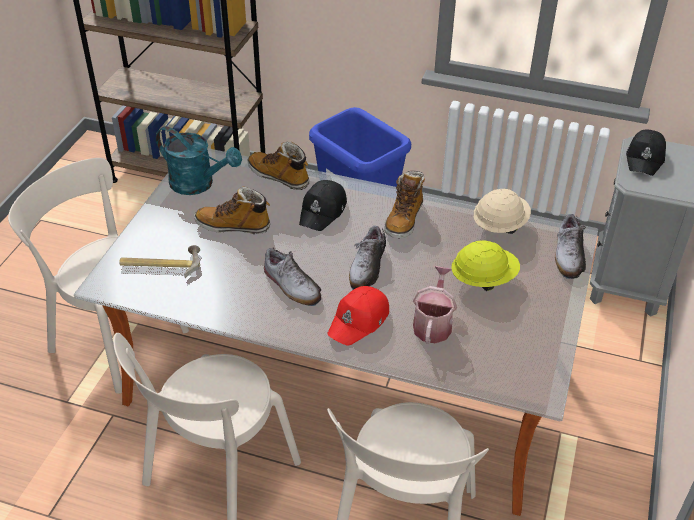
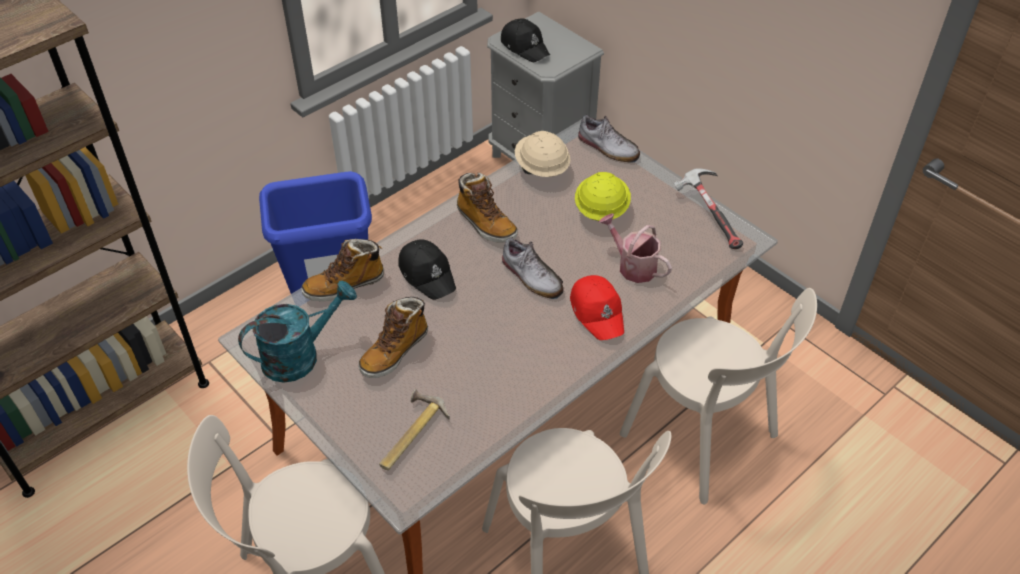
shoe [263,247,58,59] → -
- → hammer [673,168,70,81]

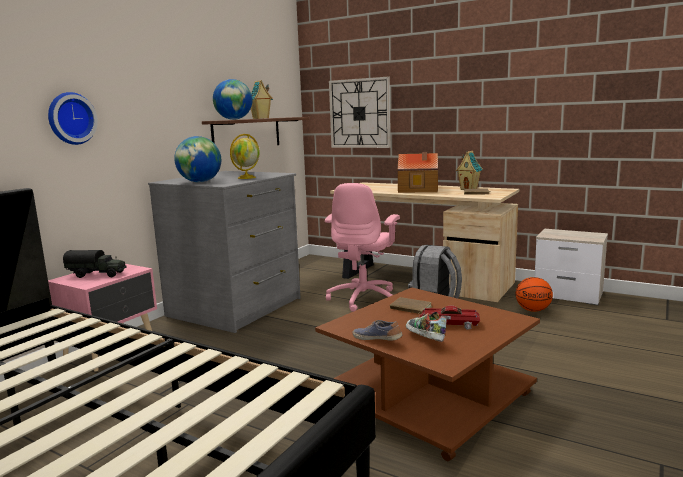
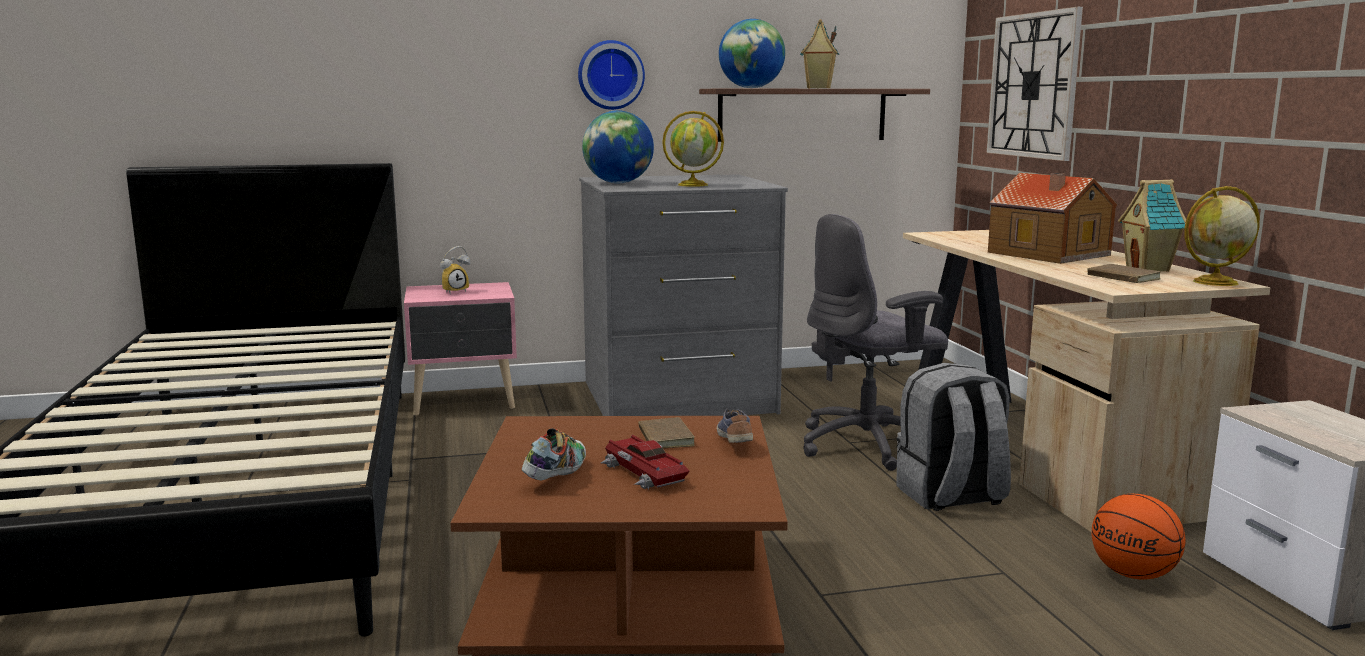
- → world globe [1184,186,76,100]
hanging clock [48,92,50,53] → hanging clock [578,40,67,70], relocated
shoe [353,320,49,21] → shoe [717,409,36,34], relocated
model truck [63,250,64,28] → alarm clock [440,246,30,48]
pink-coloured computer chair [325,183,75,129] → grey computer chair [803,214,145,257]

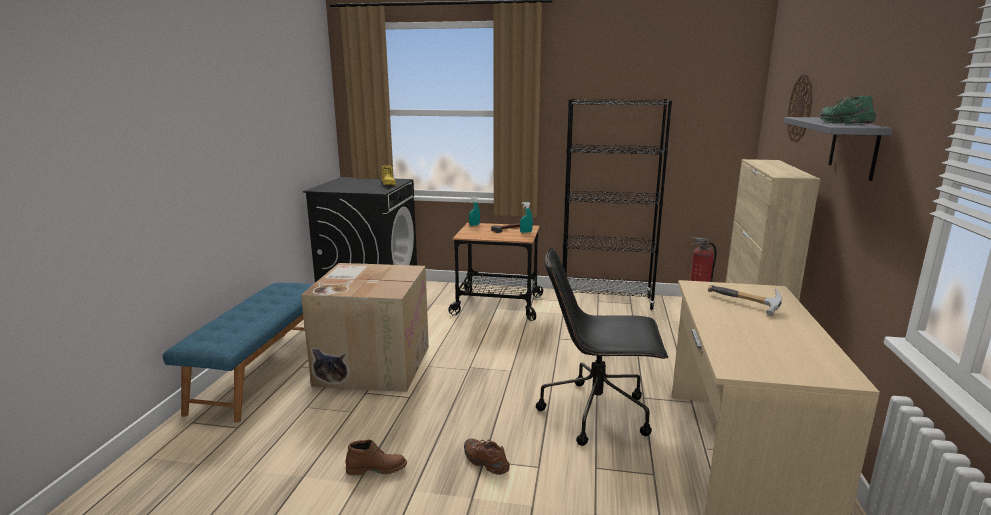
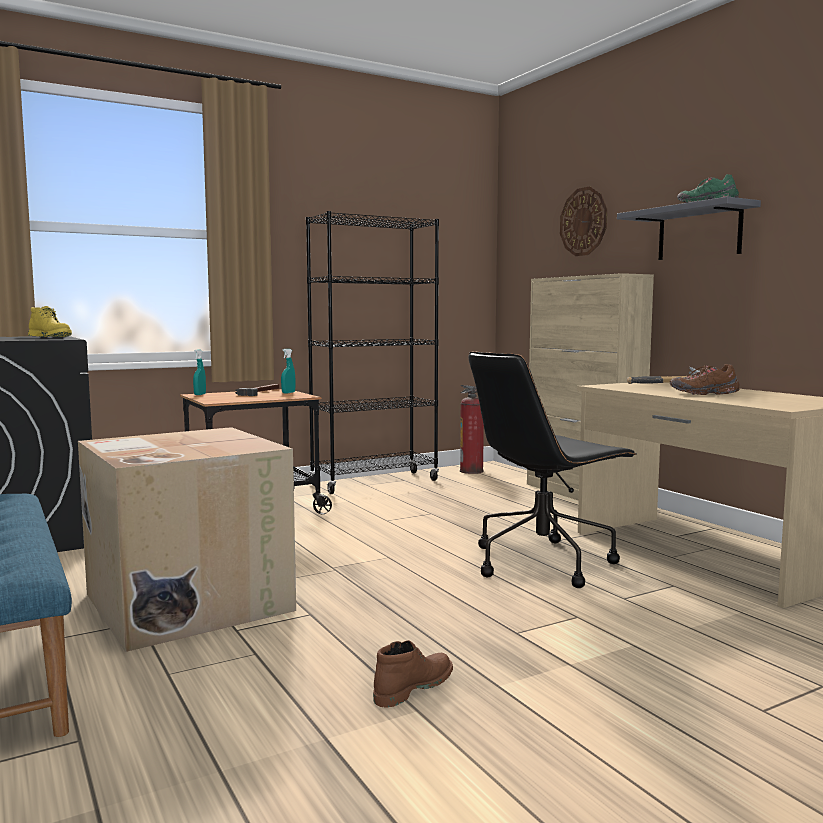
brown-coloured shoe [464,438,46,37] → brown-coloured shoe [670,364,70,31], relocated

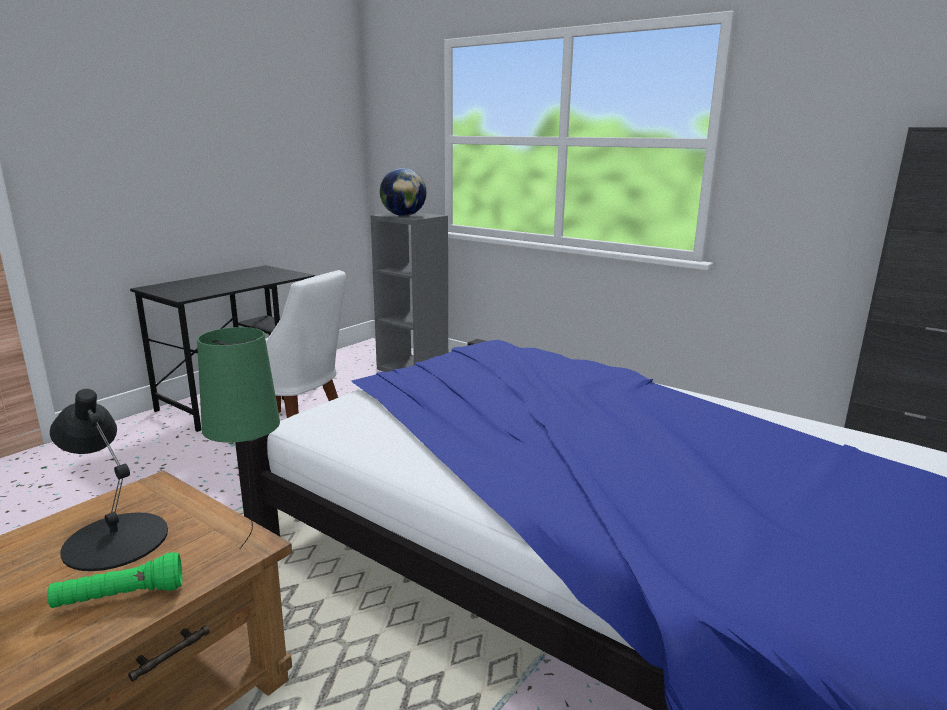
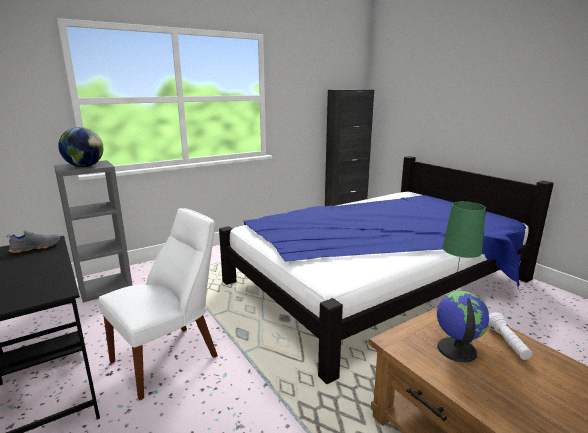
- → grey shoe [7,231,53,22]
blackish lamp for a table [50,389,118,182] → world globe [436,291,53,71]
greenish flashlight [47,552,135,56] → white flashlight [488,312,44,48]

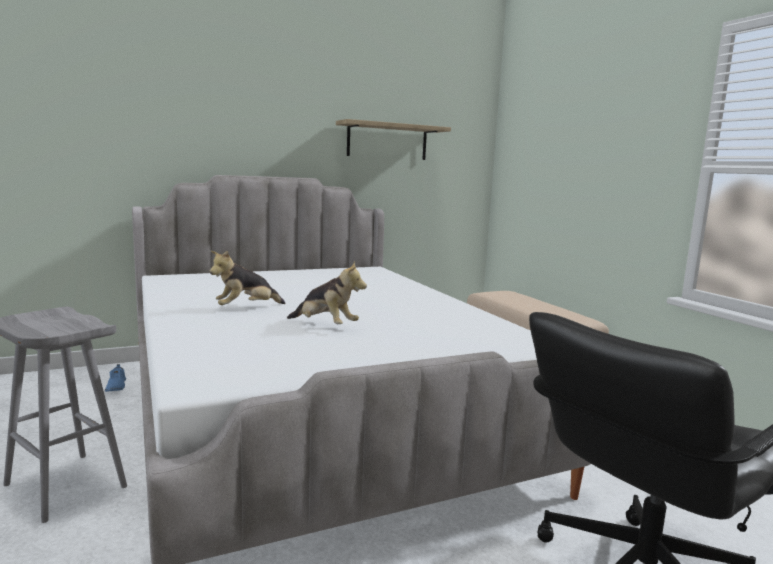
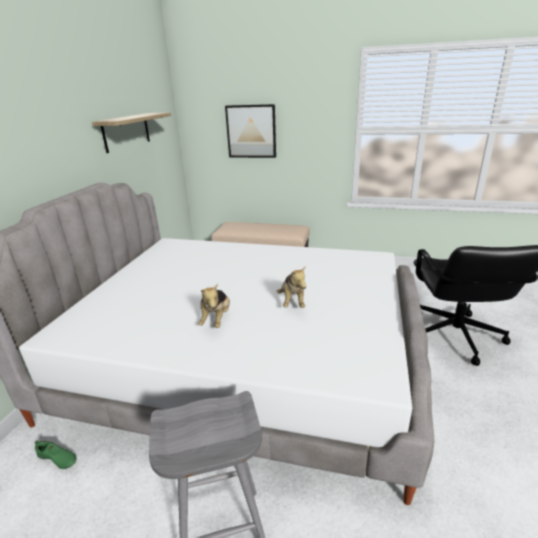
- → wall picture [225,104,51,54]
bluish shoe [105,364,21,28] → greenish shoe [34,440,43,29]
soft toy [287,261,80,63] → soft toy [276,266,30,42], 105 degrees clockwise

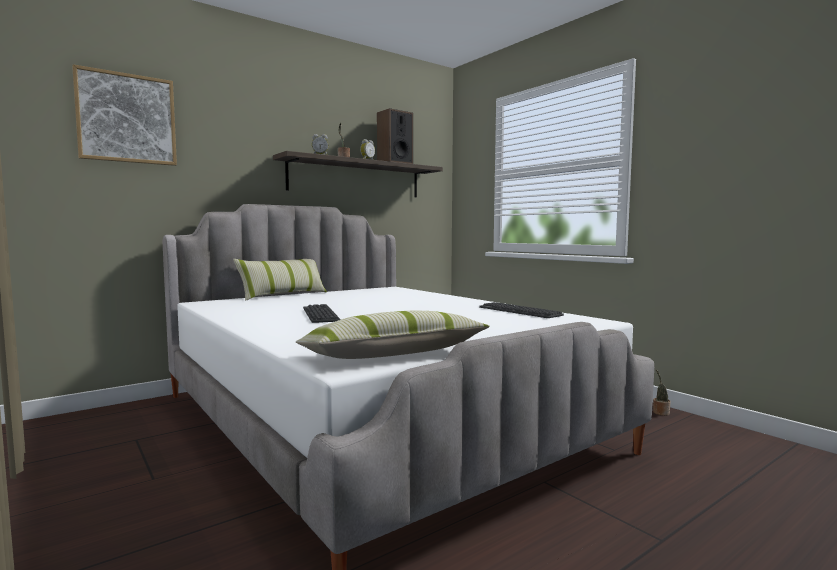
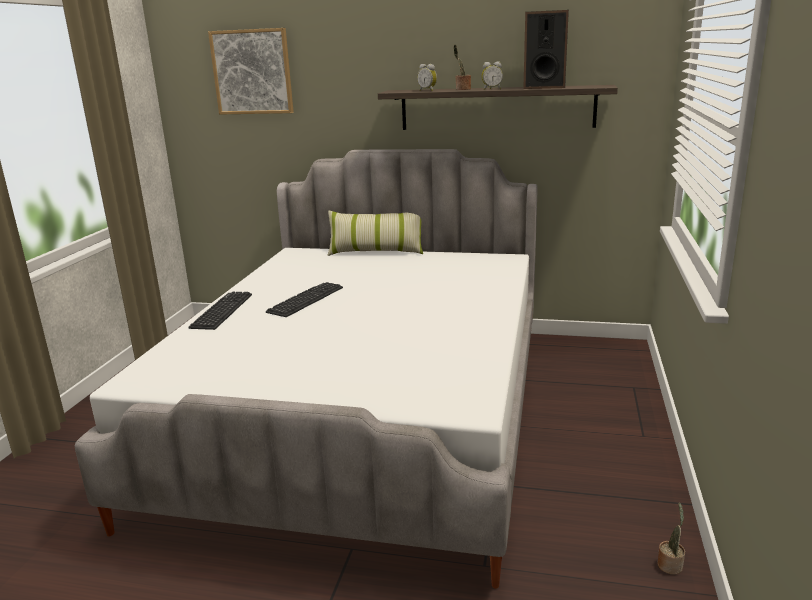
pillow [296,311,194,48] → -
computer keyboard [479,302,85,16] → computer keyboard [189,292,63,38], relocated

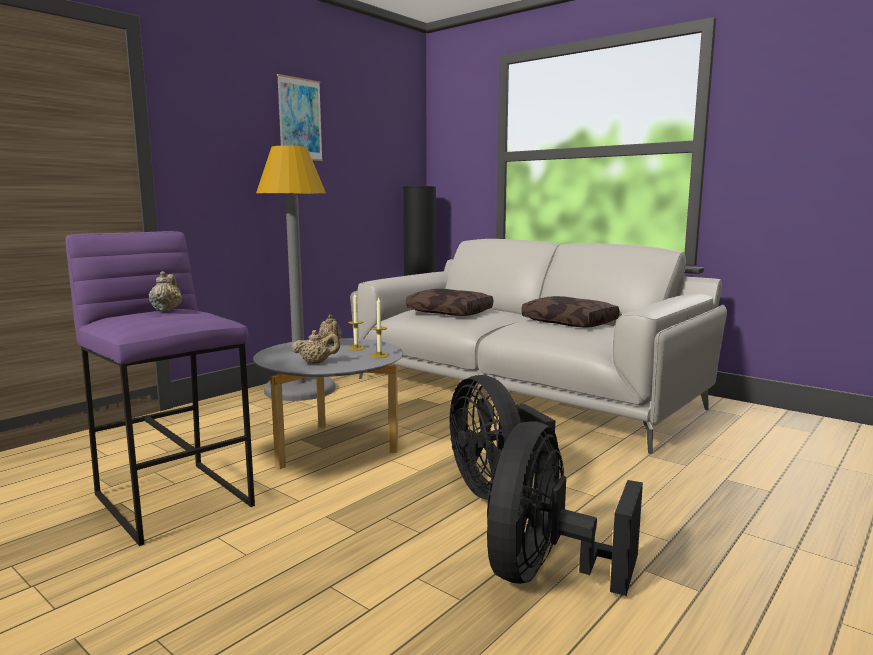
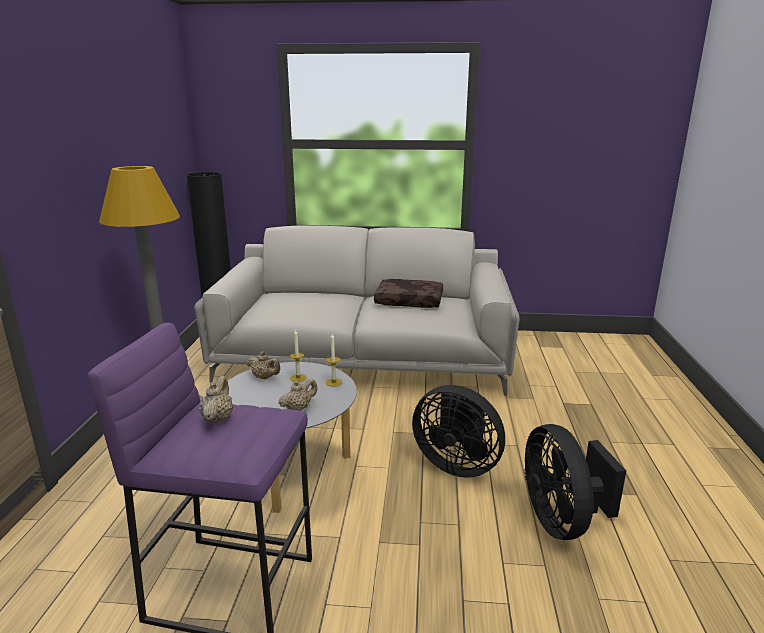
wall picture [277,74,46,87] → -
brown-coloured pillow [406,289,87,27] → -
beige tea pot [149,271,33,41] → beige tea pot [199,376,34,49], 45 degrees clockwise

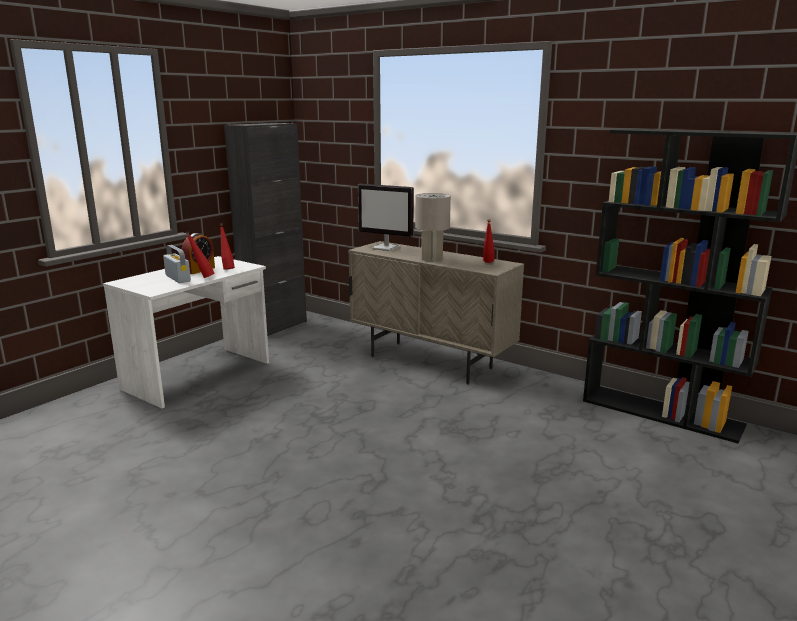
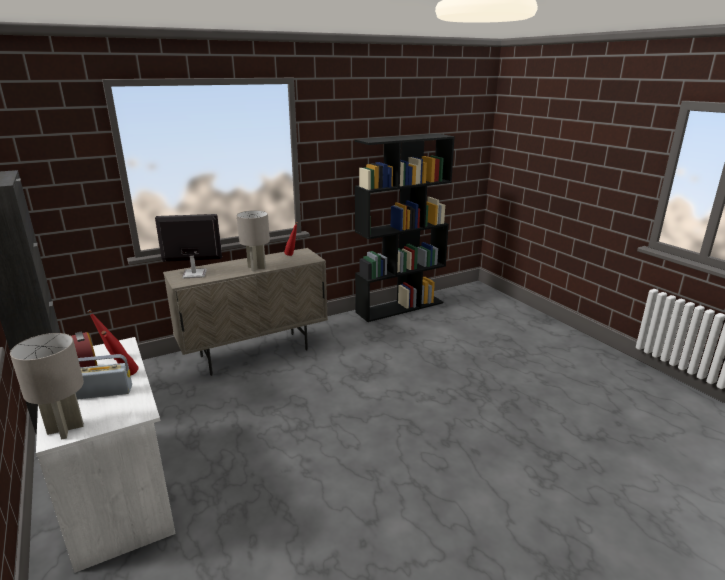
- → grey lamp for a table [10,333,74,107]
computer screen [358,184,56,67] → computer screen [155,214,67,64], 150 degrees counterclockwise

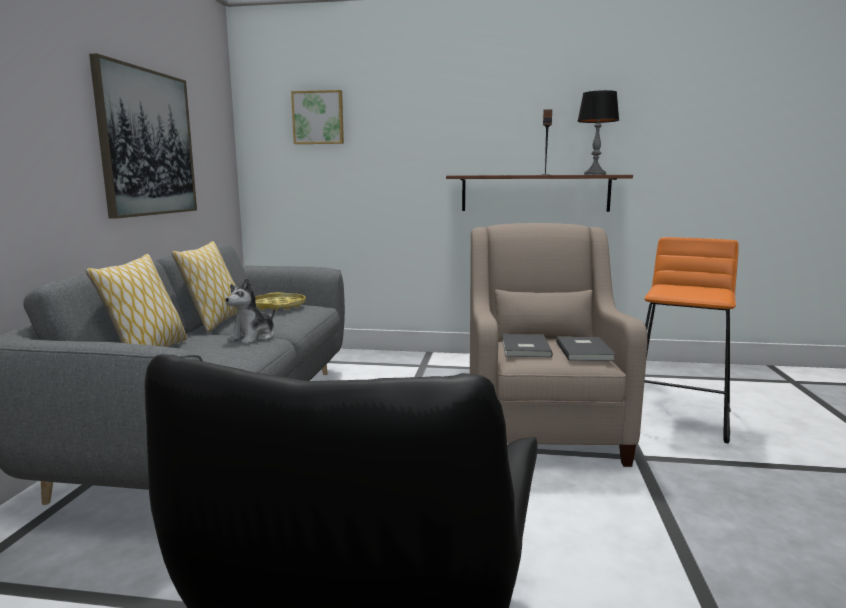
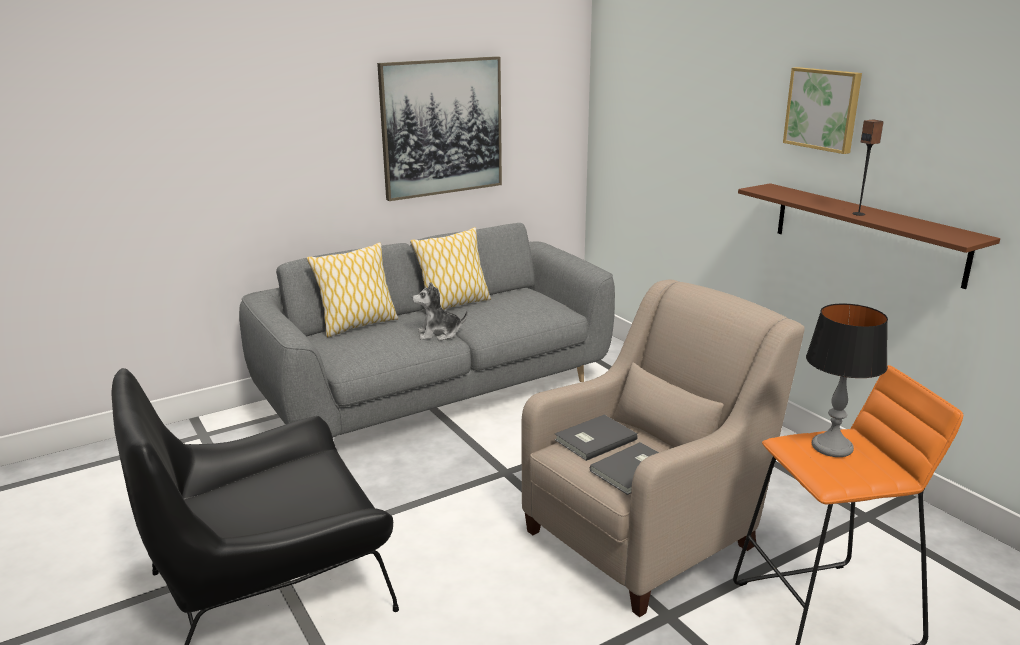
yellow carrying tray [255,292,51,19] → -
wall picture [291,90,53,54] → wall picture [783,67,79,87], relocated
lamp for a table [577,90,42,85] → lamp for a table [806,304,82,153], relocated

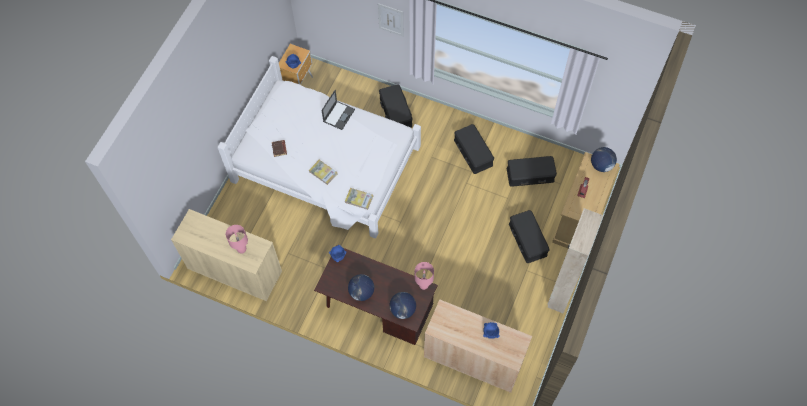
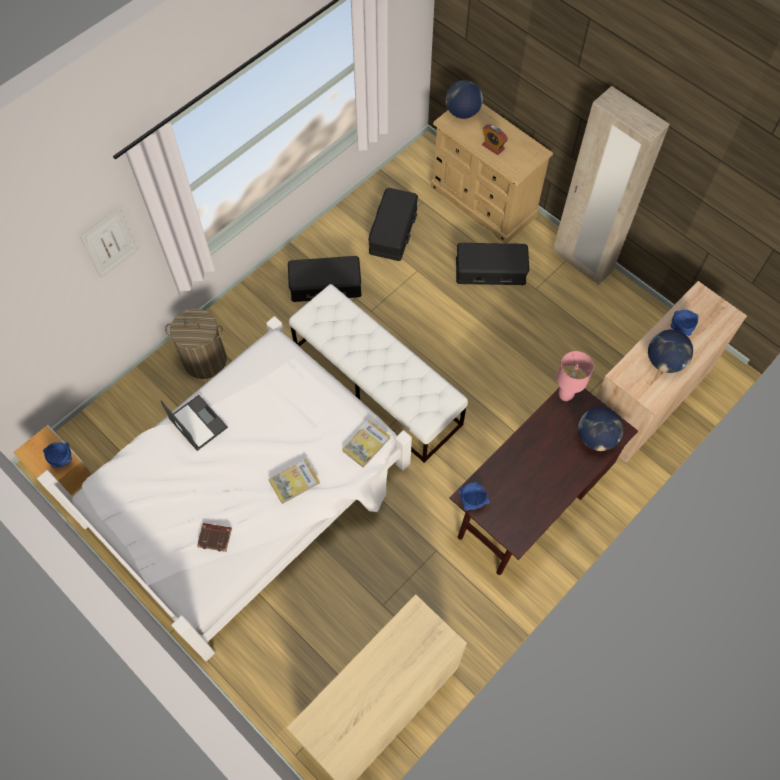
pink-coloured lamp for a table [226,225,22,29] → -
- → white bench [289,284,179,179]
world globe [348,274,26,27] → world globe [648,330,45,43], relocated
blackish storage container [379,84,34,43] → hamper [165,308,62,71]

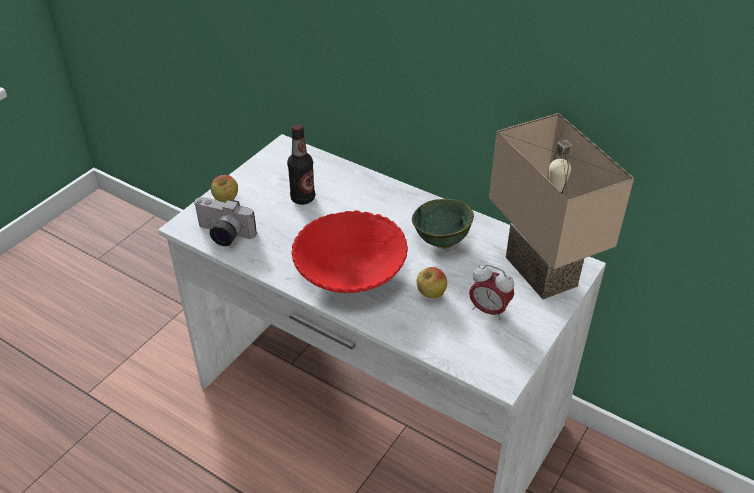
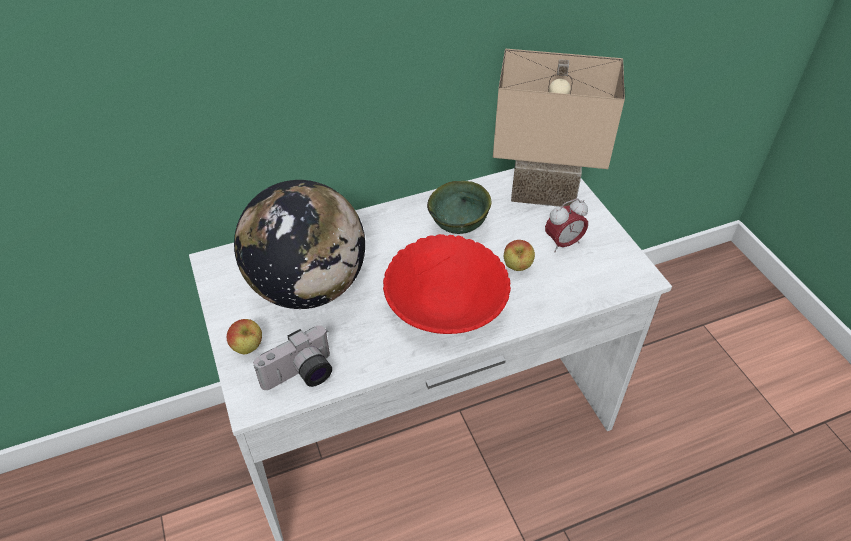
drink bottle [287,124,28,81] → world globe [234,180,131,129]

